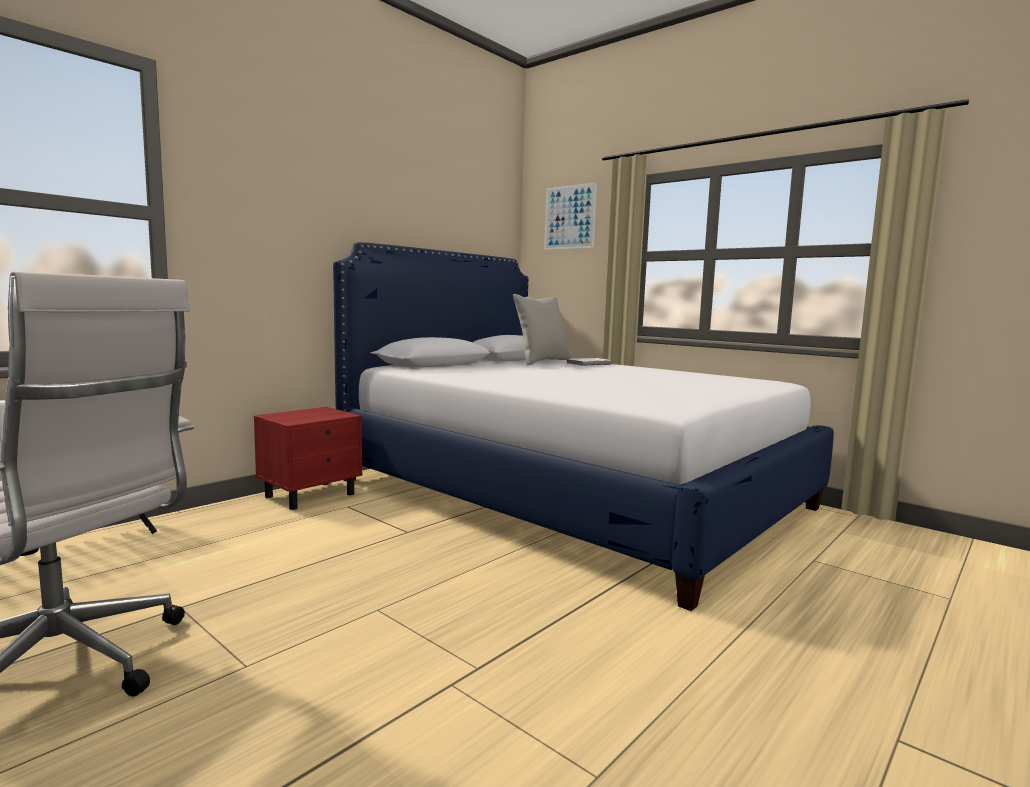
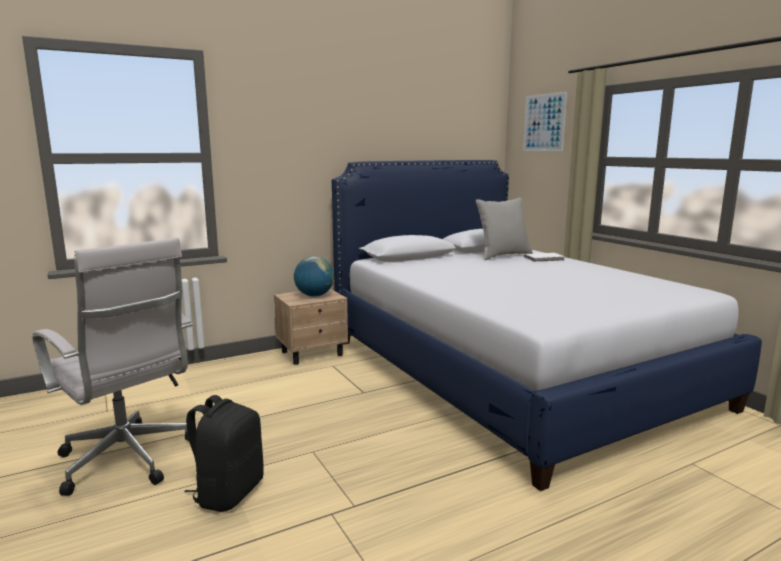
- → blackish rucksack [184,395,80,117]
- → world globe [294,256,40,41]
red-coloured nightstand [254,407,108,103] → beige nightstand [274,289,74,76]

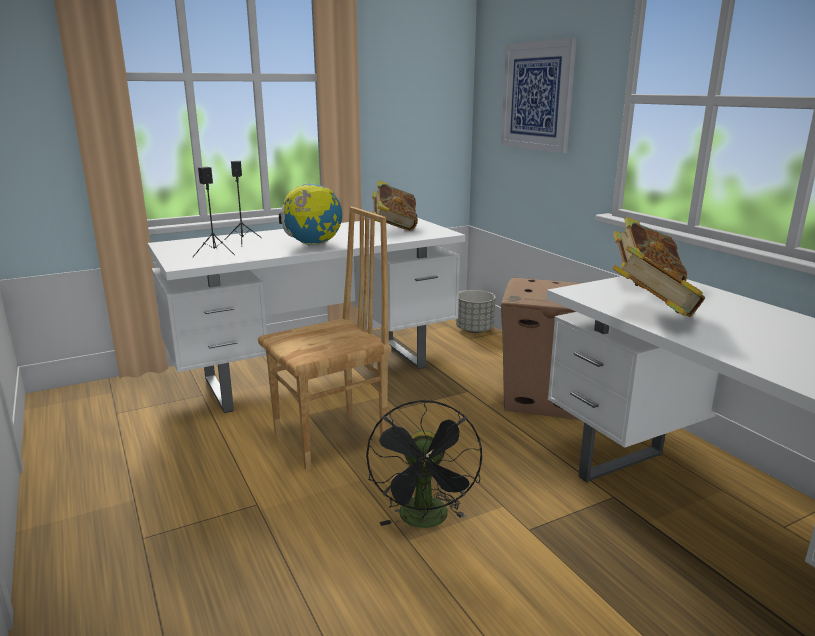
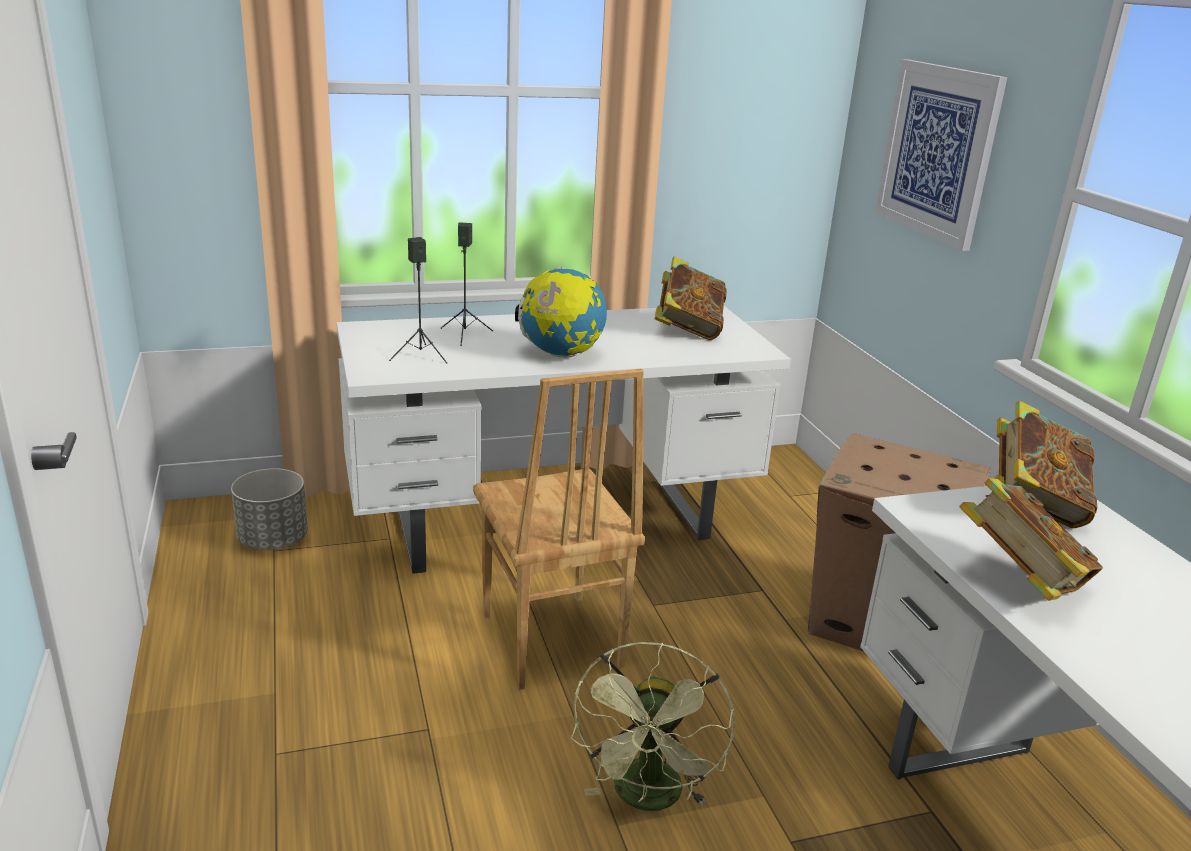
grey plant pot [456,290,40,43] → grey plant pot [231,468,77,82], relocated
blackish electric fan [366,400,116,128] → greenish electric fan [570,642,165,169]
brown-coloured chair [258,207,133,263] → brown-coloured chair [473,369,172,321], 90 degrees clockwise

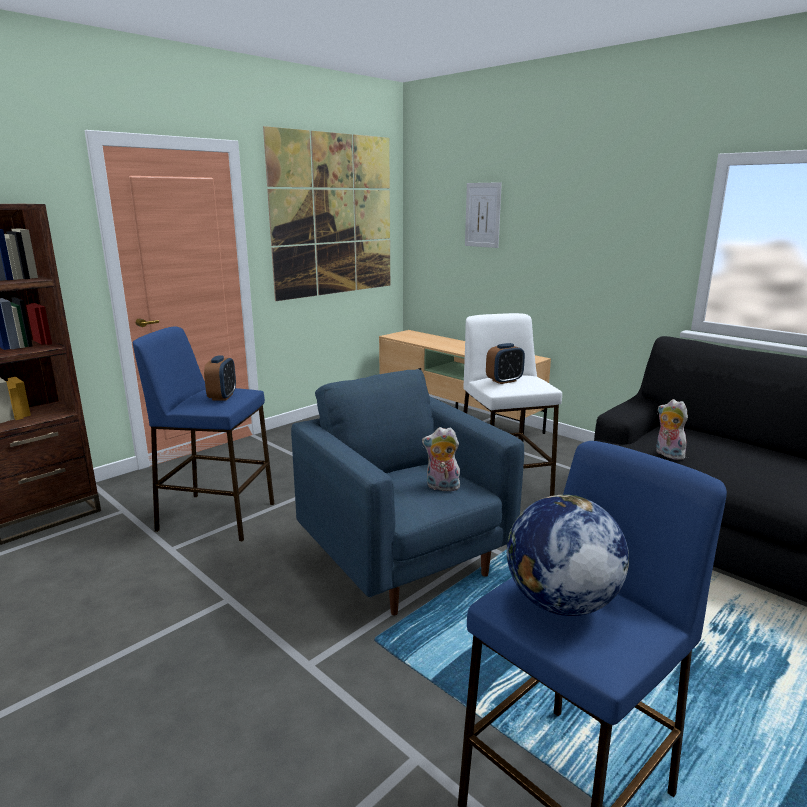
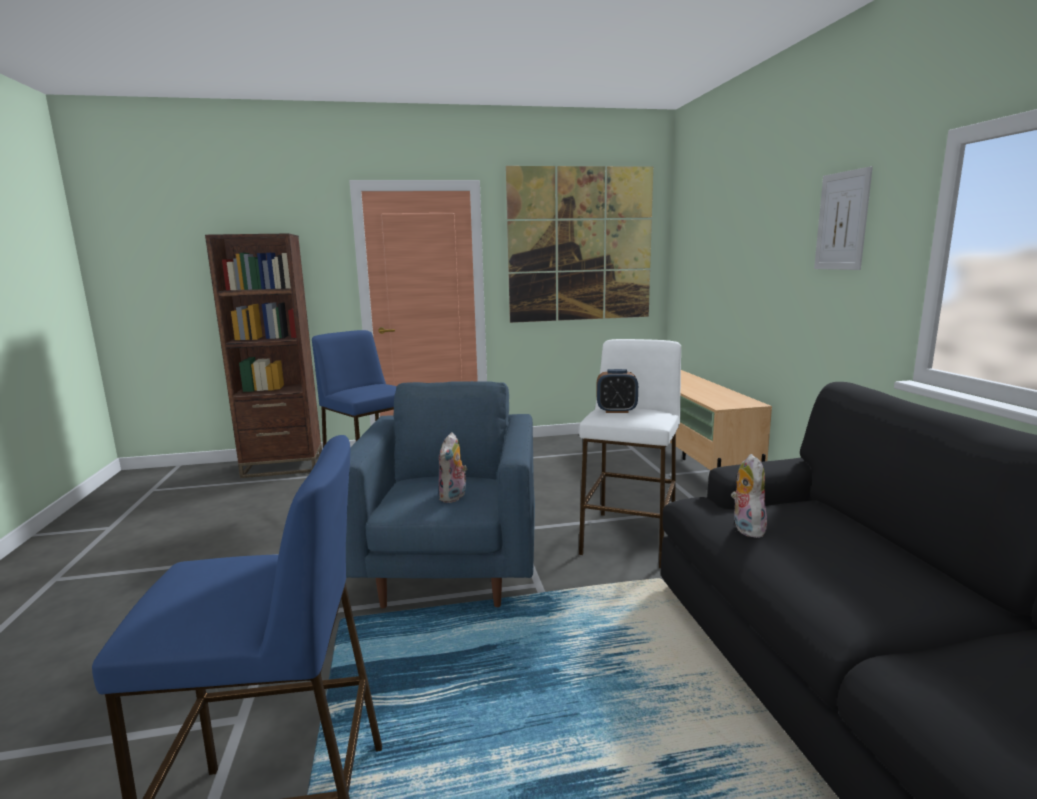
alarm clock [204,356,32,45] → -
world globe [507,495,122,121] → -
wall picture [465,182,37,66] → wall picture [814,166,59,104], relocated
soft toy [422,427,40,64] → soft toy [439,432,28,71], 120 degrees counterclockwise

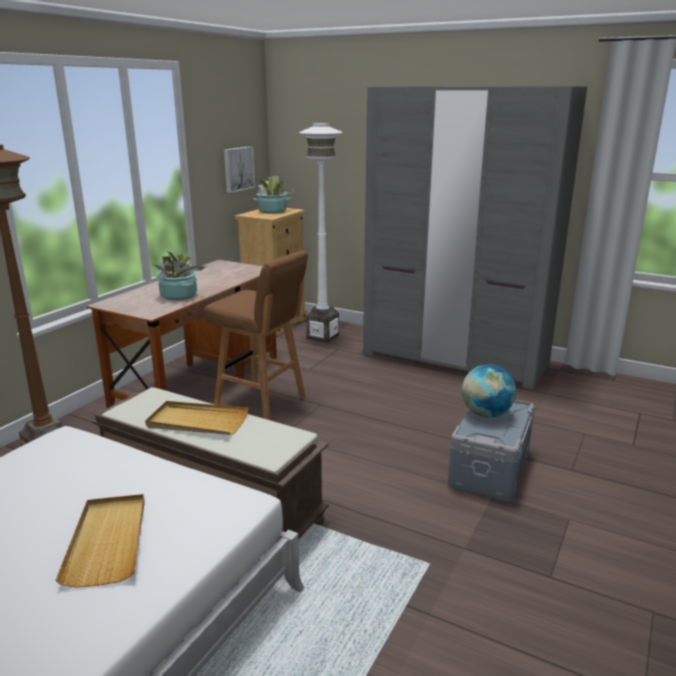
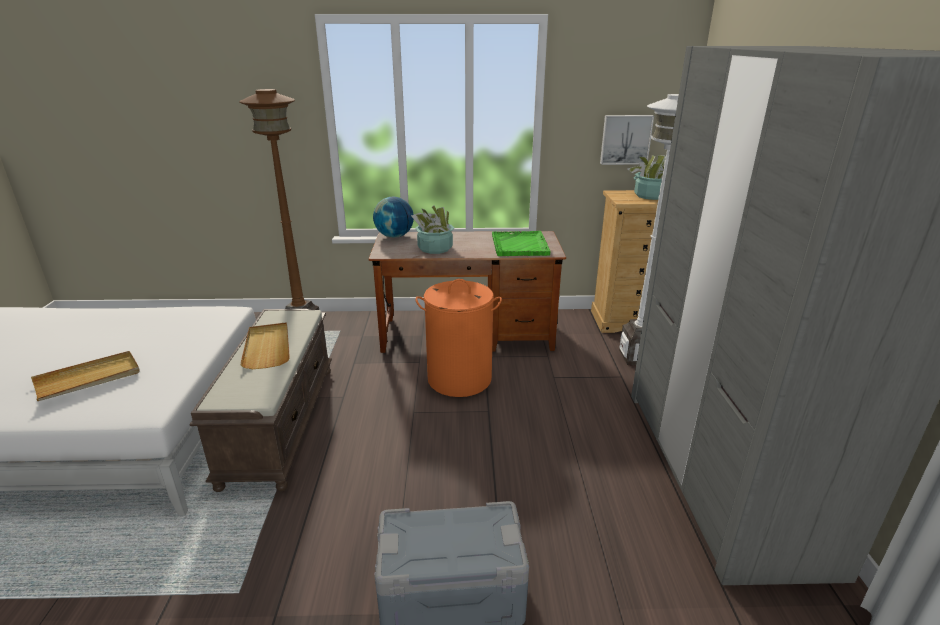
- → greenish carrying tray [492,231,59,25]
world globe [462,364,54,54] → world globe [373,197,41,41], relocated
brown-coloured sitting stool [204,250,104,170] → orangey hamper [415,279,87,118]

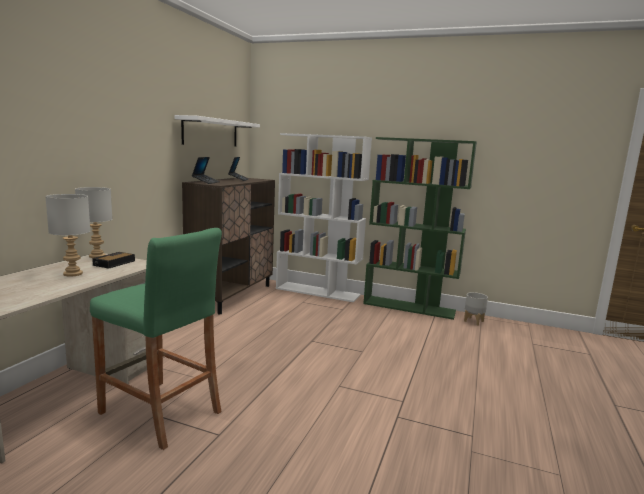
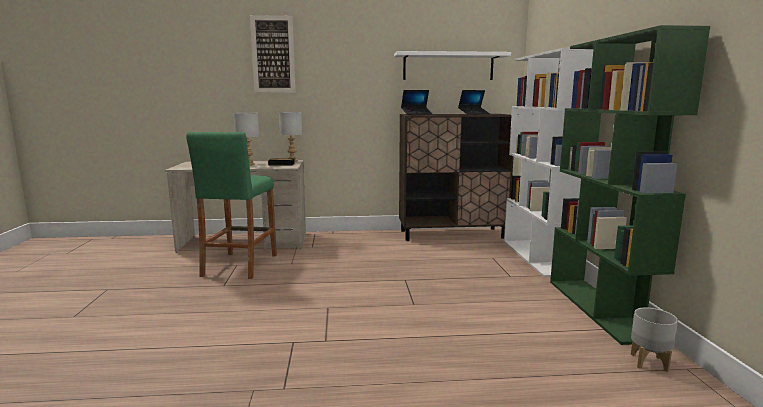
- → wall picture [250,15,45,78]

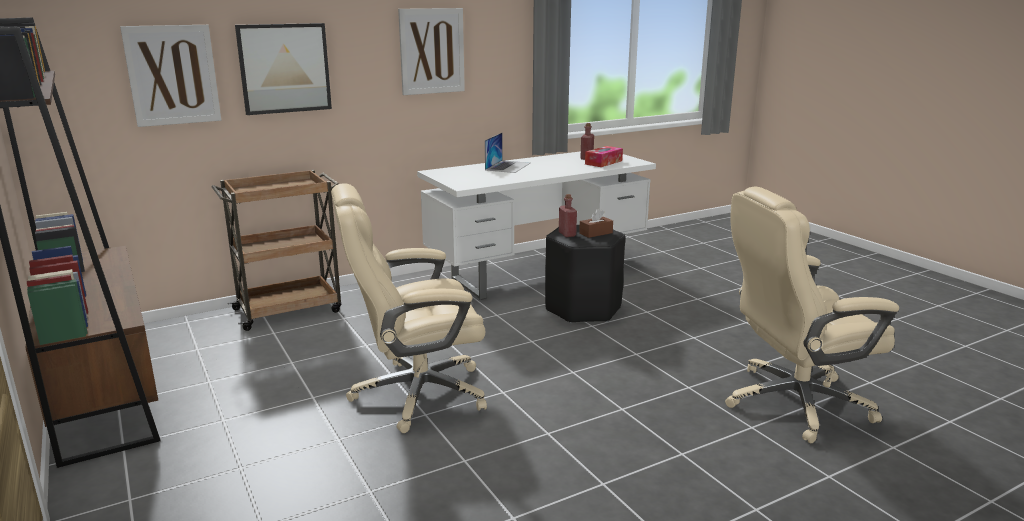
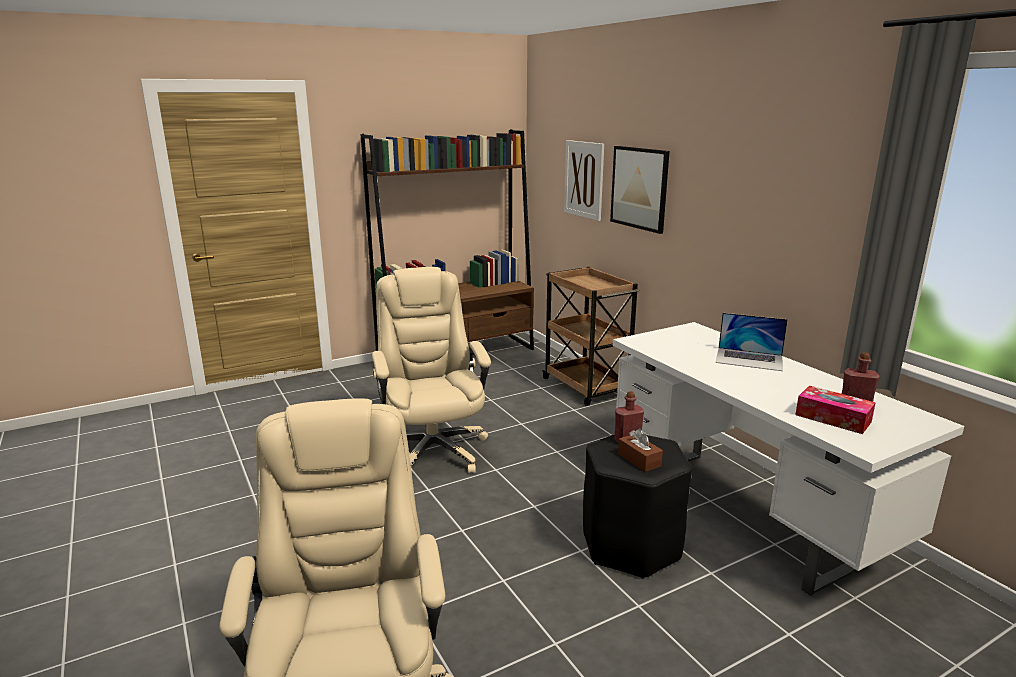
wall picture [398,8,67,87] → -

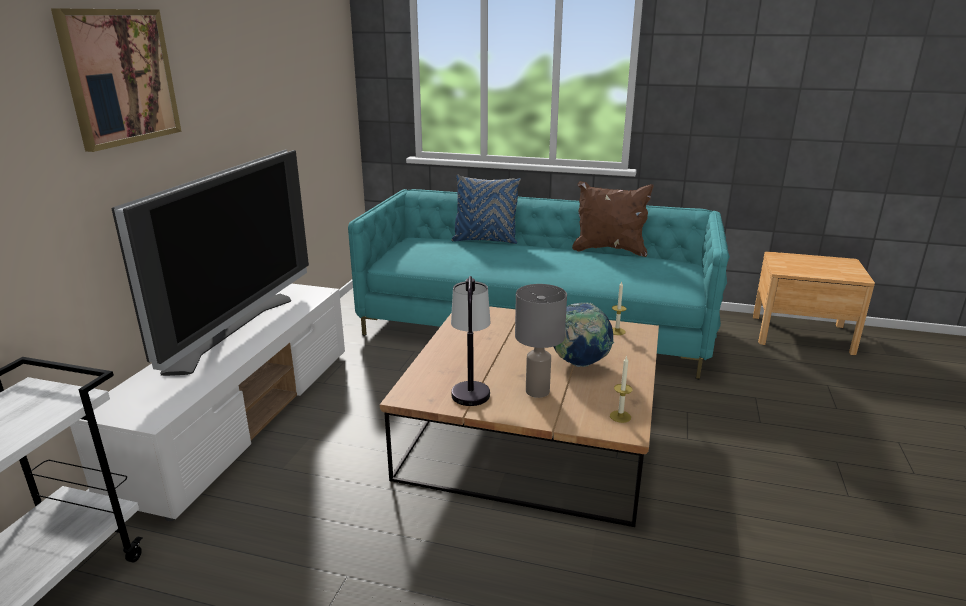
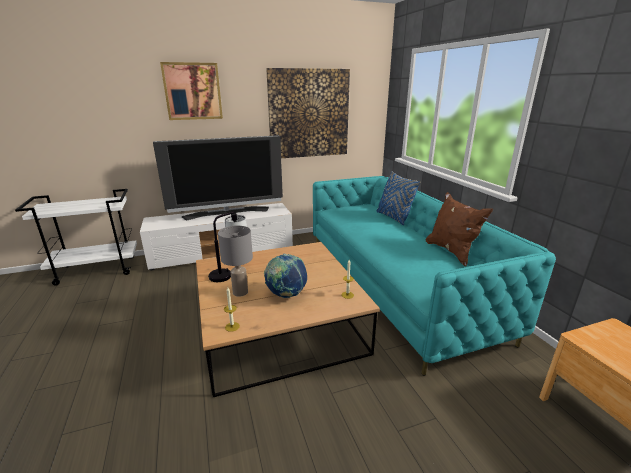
- → wall picture [266,68,84,90]

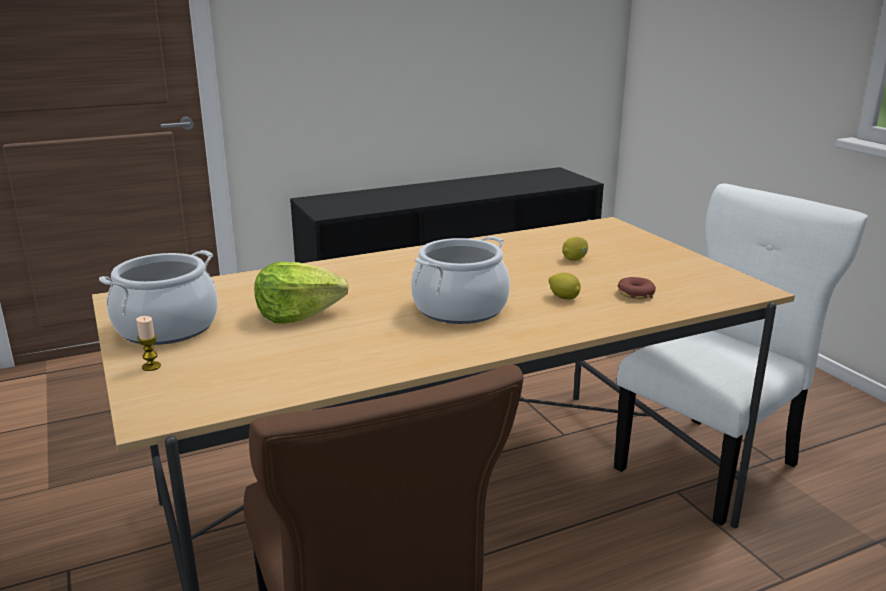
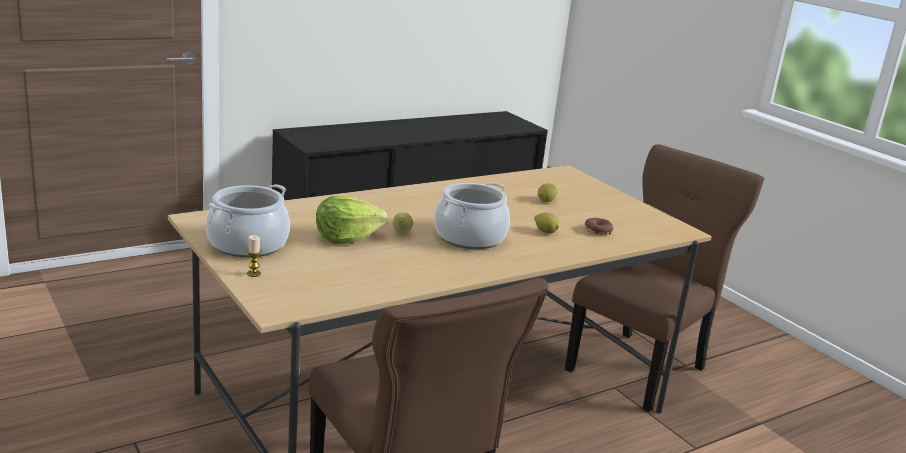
- → citrus fruit [392,213,21,20]
white chair [614,184,254,342] → brown-coloured chair [565,144,199,268]

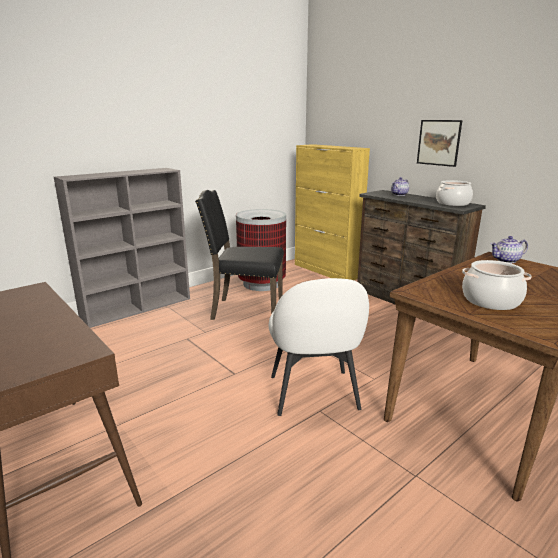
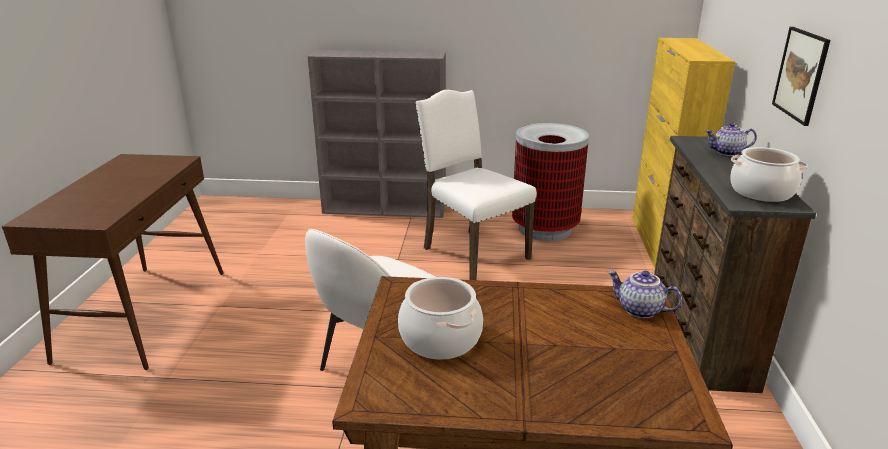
blackish chair [195,190,89,130] → white chair [415,90,122,190]

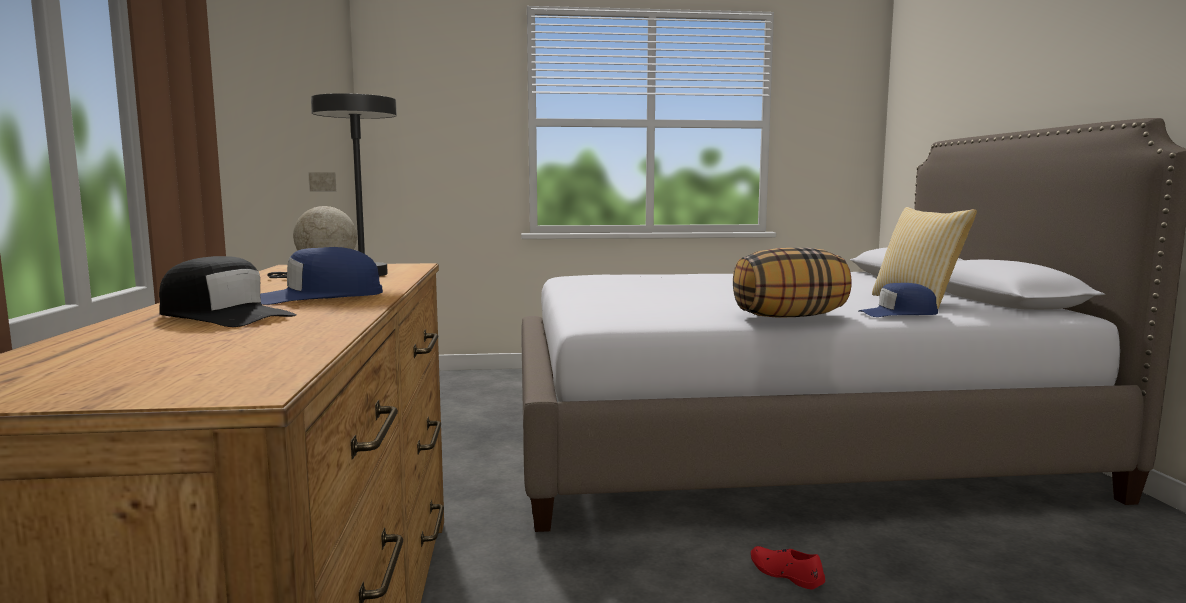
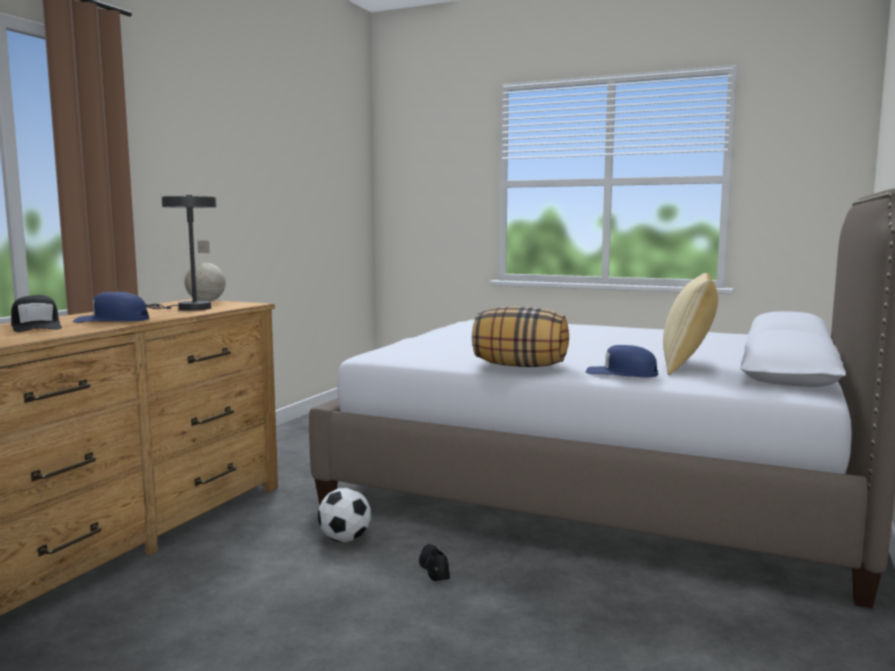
- → football ball [318,488,53,54]
red-coloured shoe [751,546,74,43] → blackish shoe [419,544,31,37]

